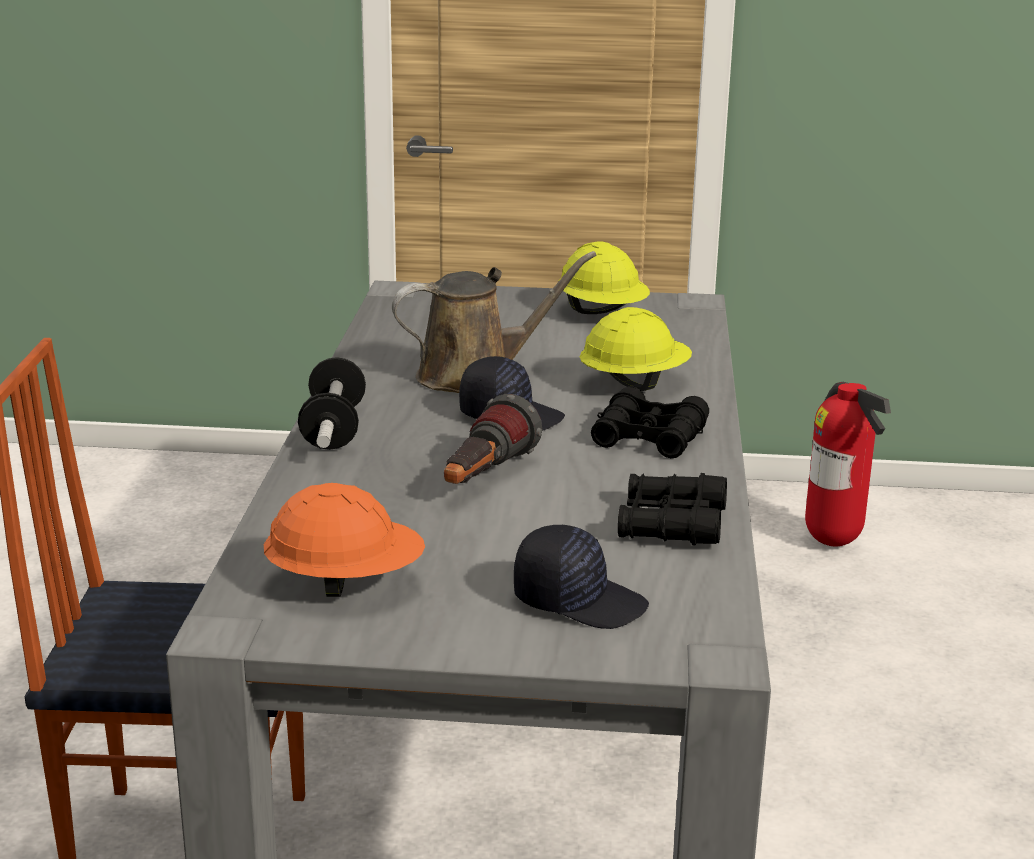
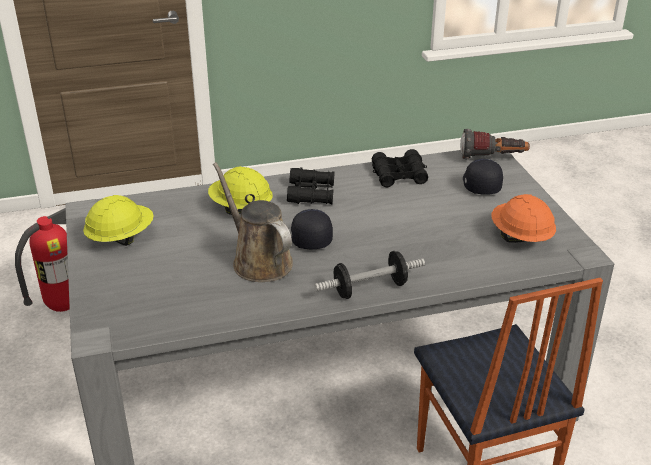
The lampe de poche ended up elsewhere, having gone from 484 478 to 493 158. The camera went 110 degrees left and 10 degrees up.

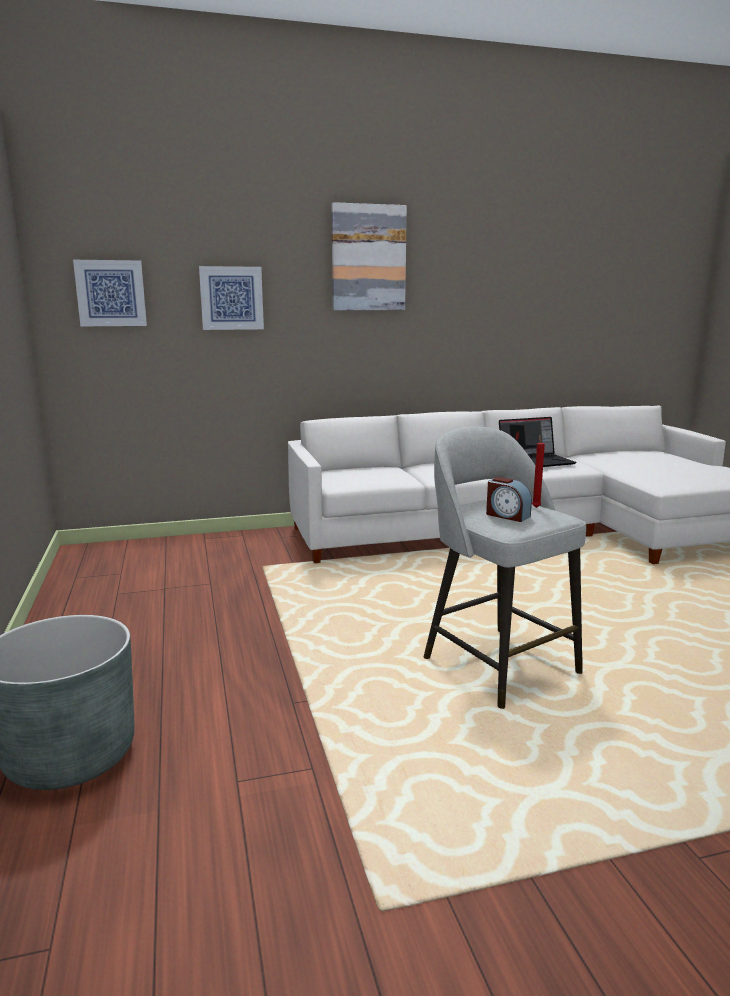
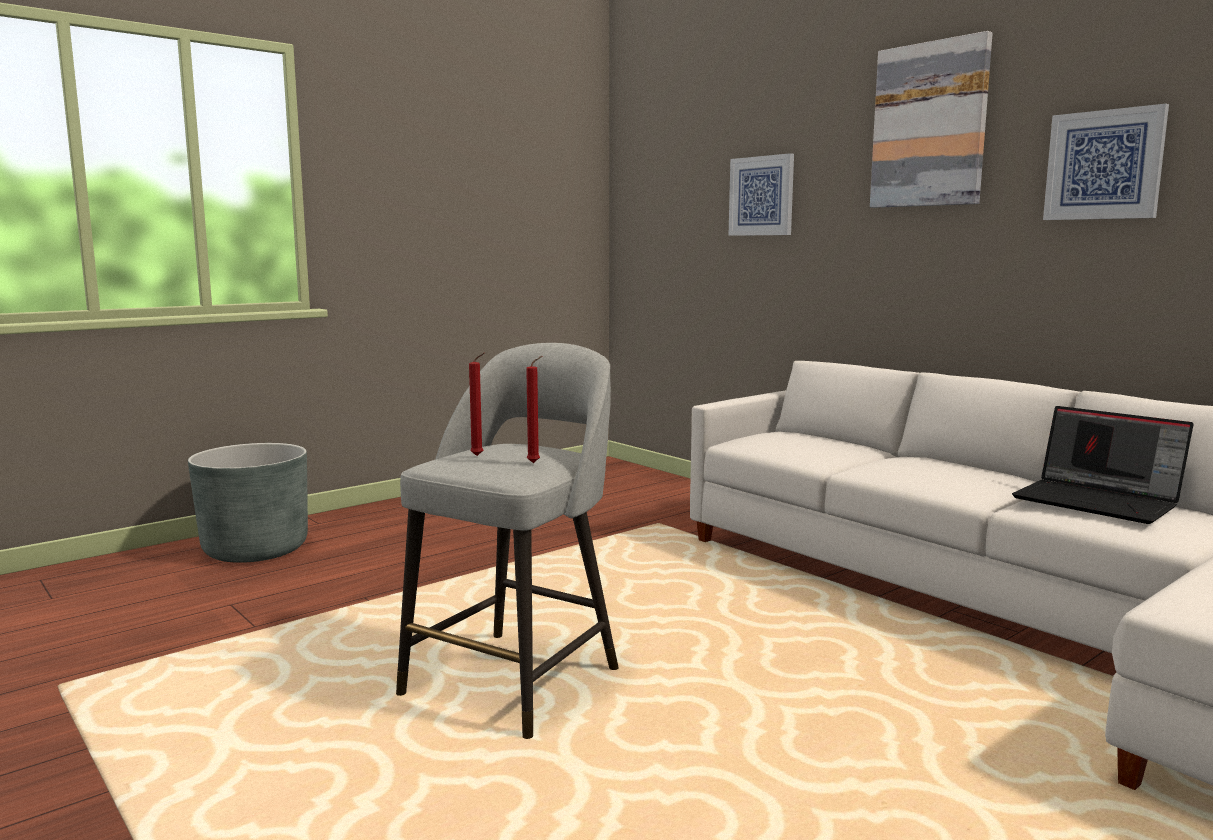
The tableau ended up elsewhere, having gone from 111 293 to 1104 165. Where the réveil stood at 507 515, the bougie (rouge) came to stand at 479 456. The camera went 65 degrees right and 5 degrees down.

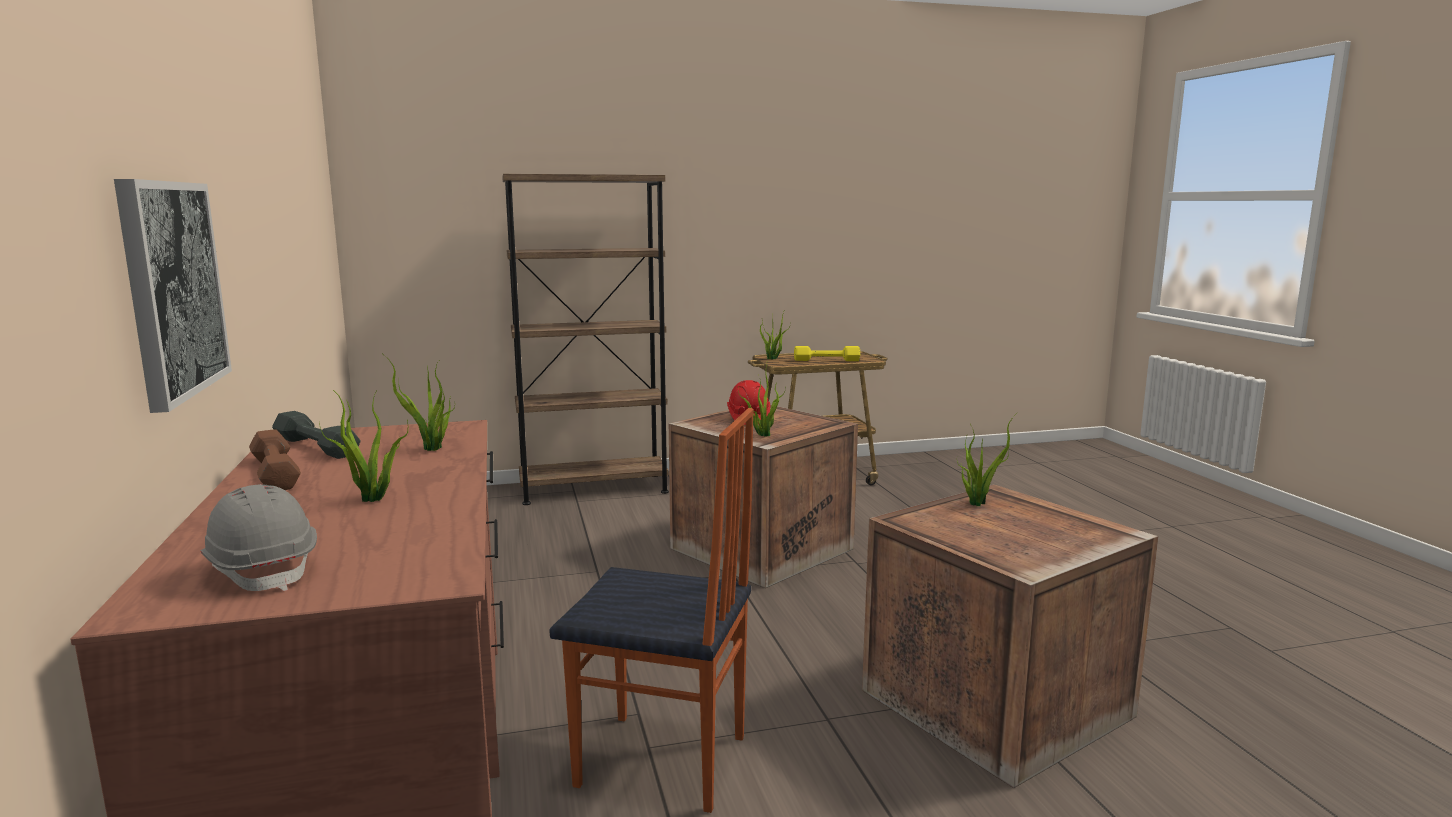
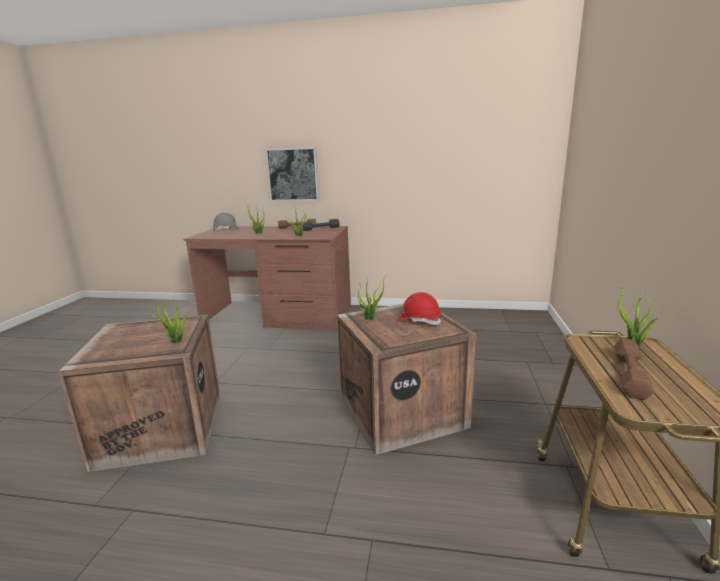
The second view lost the bibliothèque (marron) at 593 489. The second view lost the chaise at 662 763. What was the haltère (jaune) at 826 360 turned into the haltère (marron) at 629 375. The camera went 115 degrees right and 5 degrees up.

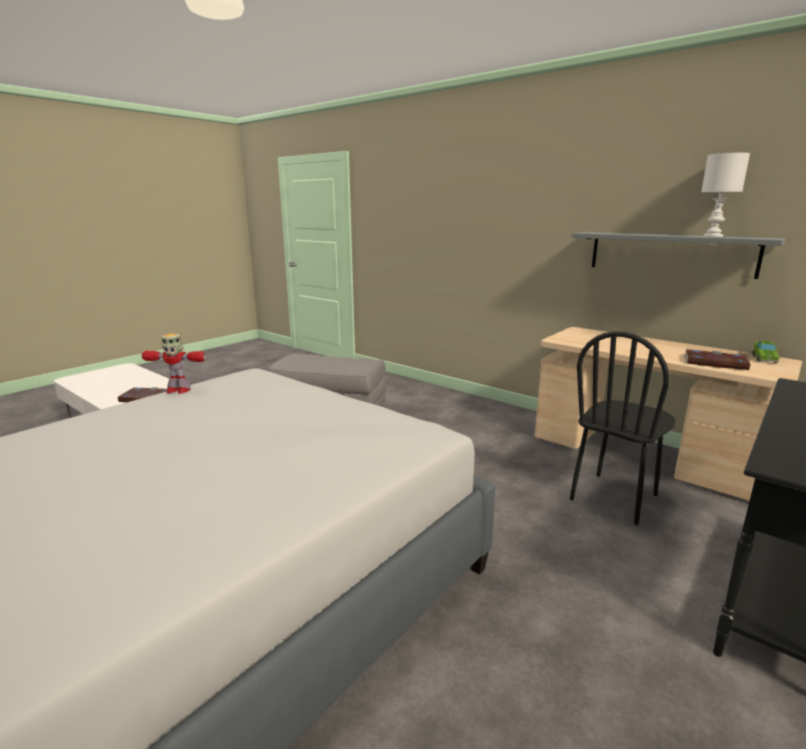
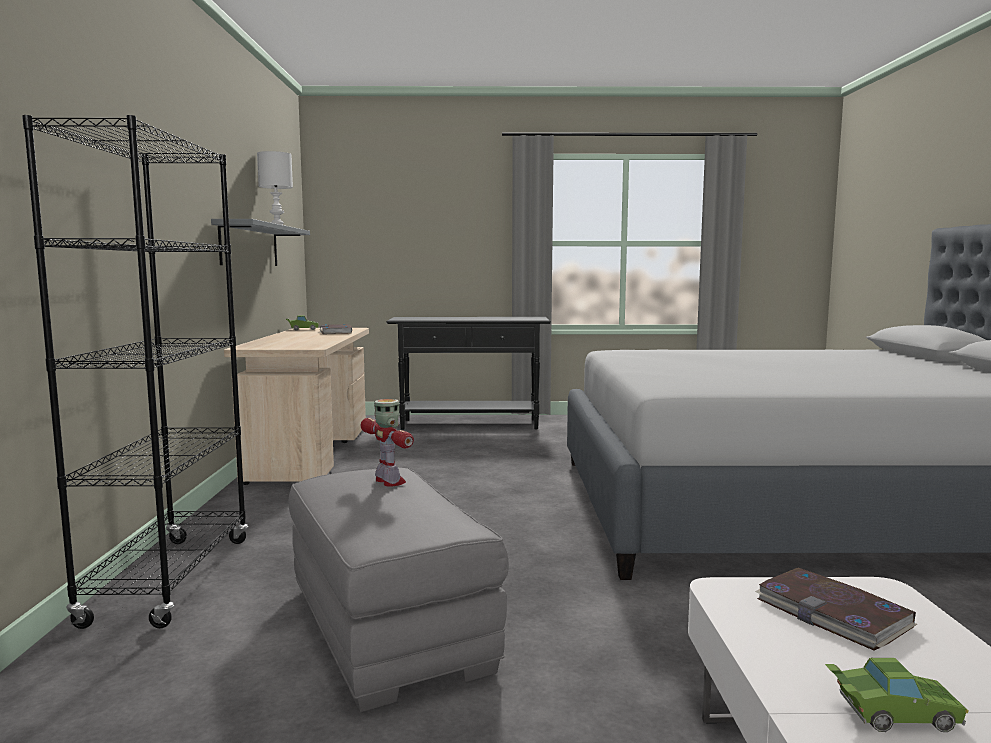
The second view lost the chaise (noir) at 614 497. The second view gained the bibliothèque (noir) at 170 580. The second view gained the petite voiture (vert) at 891 715. The robot jouet ended up elsewhere, having gone from 178 390 to 389 482. The camera went 130 degrees left and 10 degrees down.

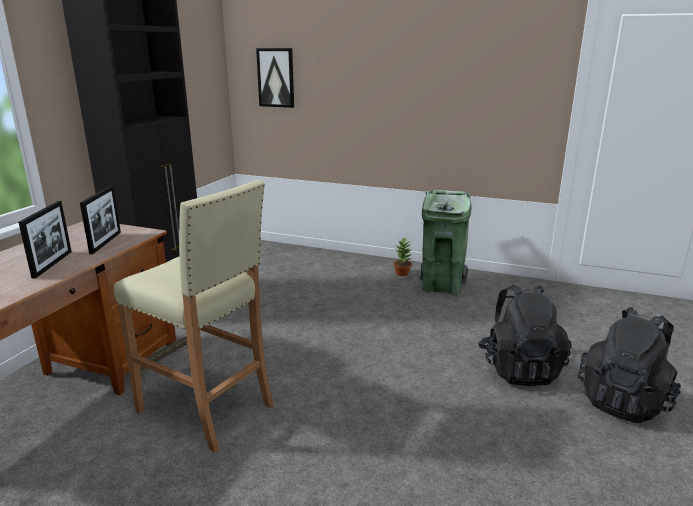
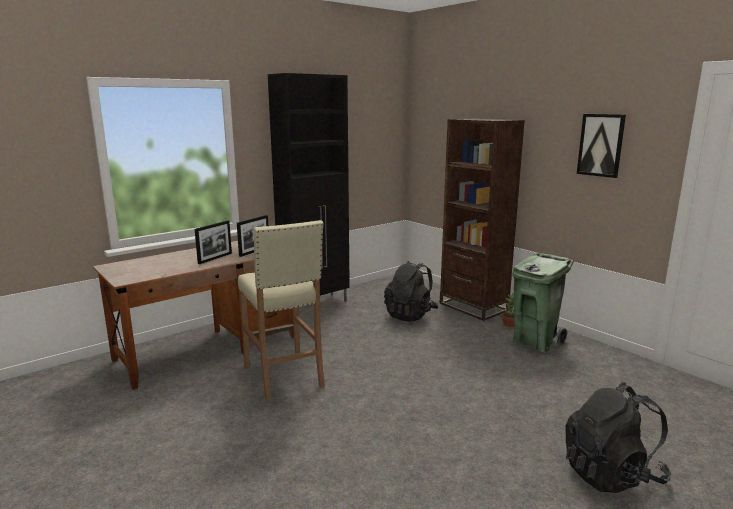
The second view gained the bibliothèque (marron) at 473 307. The tableau ended up elsewhere, having gone from 276 77 to 601 145. The sac à dos (noir) ended up elsewhere, having gone from 519 369 to 410 315. The camera went 30 degrees right and 5 degrees down.

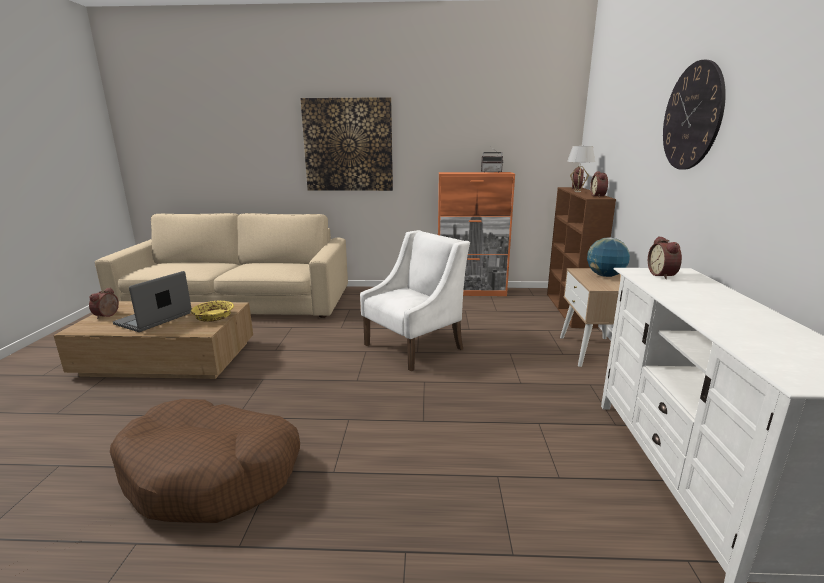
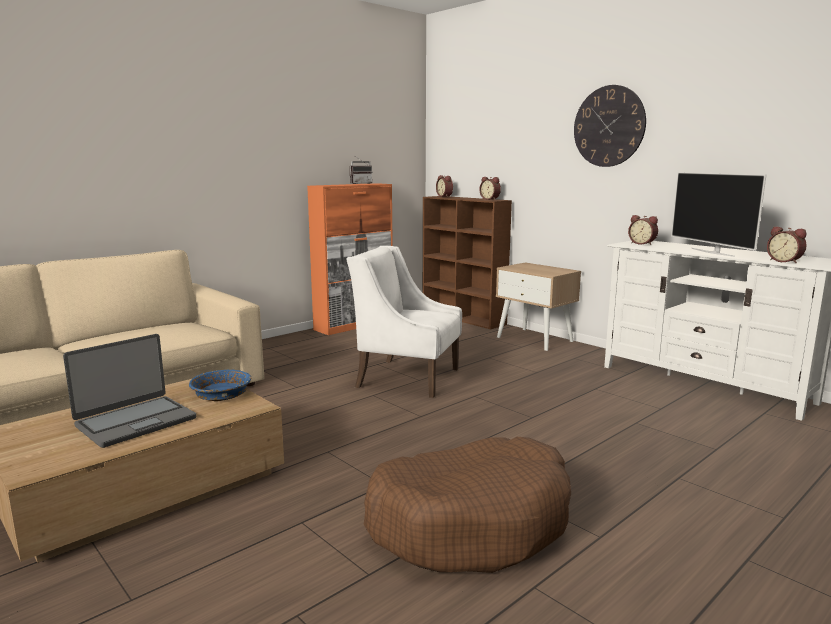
The second view lost the tableau at 348 145. The second view lost the lampe de table (blanc) at 577 191. The second view lost the globe at 605 276. The second view gained the téléviseur at 713 252. The réveil ended up elsewhere, having gone from 108 315 to 785 261. What was the bol (jaune) at 213 317 turned into the bol (bleu) at 221 395. The ordinateur portable at 154 319 ended up facing another way, 120 degrees counterclockwise from before. The fauteuil (blanc) at 414 346 ended up facing another way, 75 degrees counterclockwise from before. The camera went 45 degrees left and 5 degrees down.

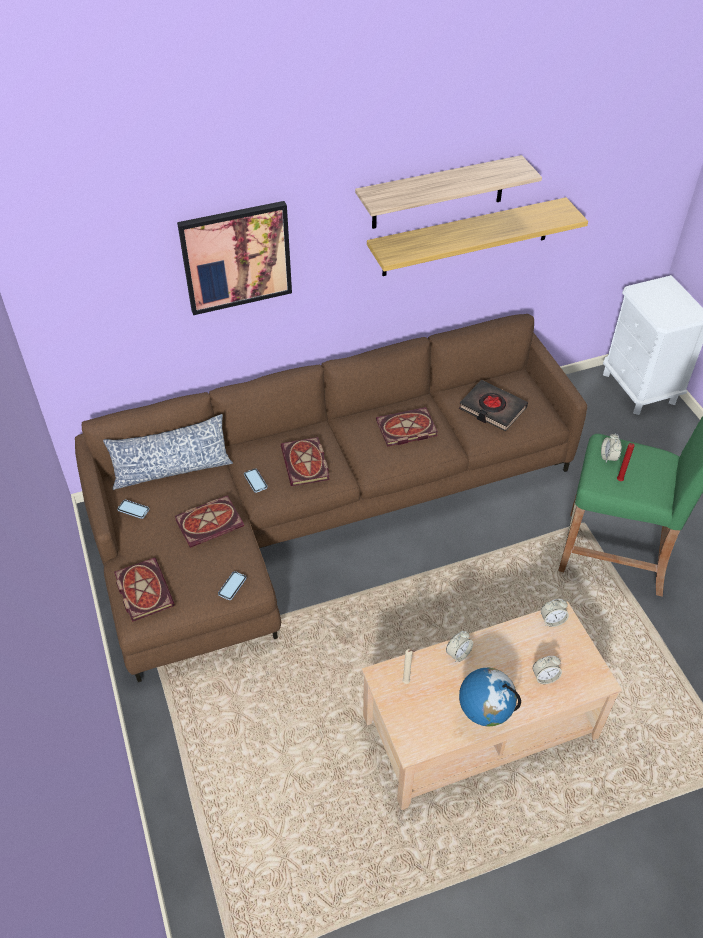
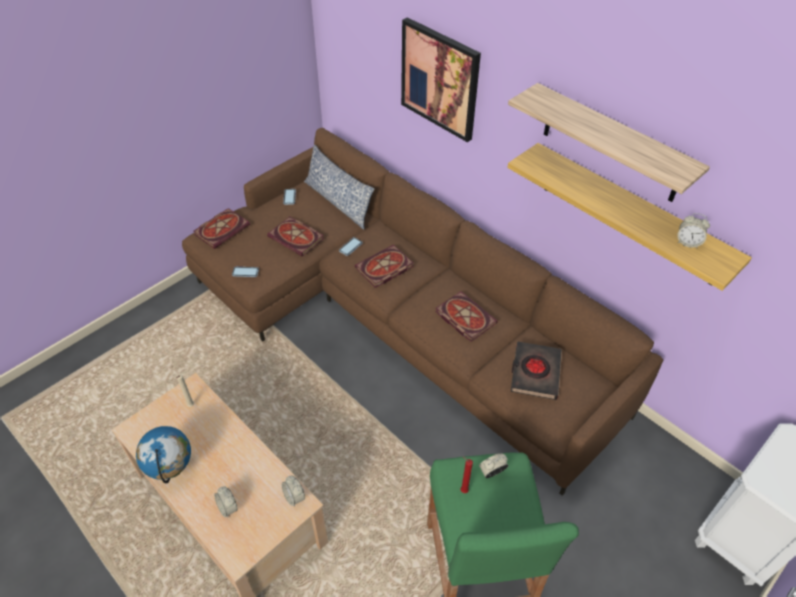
The réveil ended up elsewhere, having gone from 458 654 to 687 242. The camera went 65 degrees right and 0 degrees up.

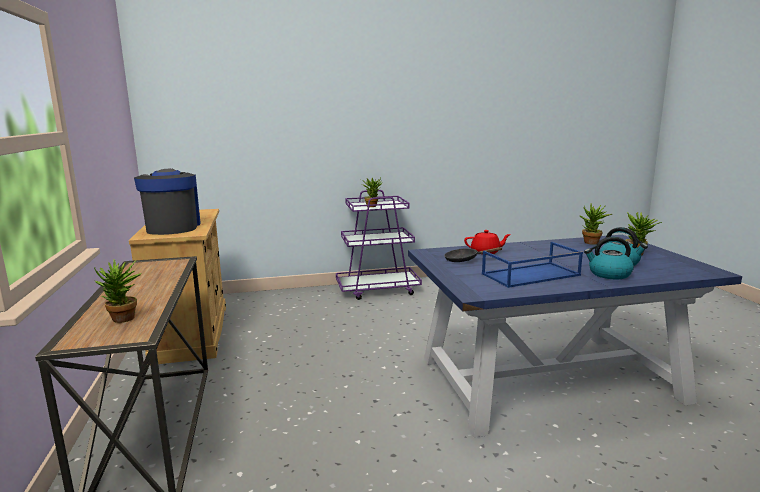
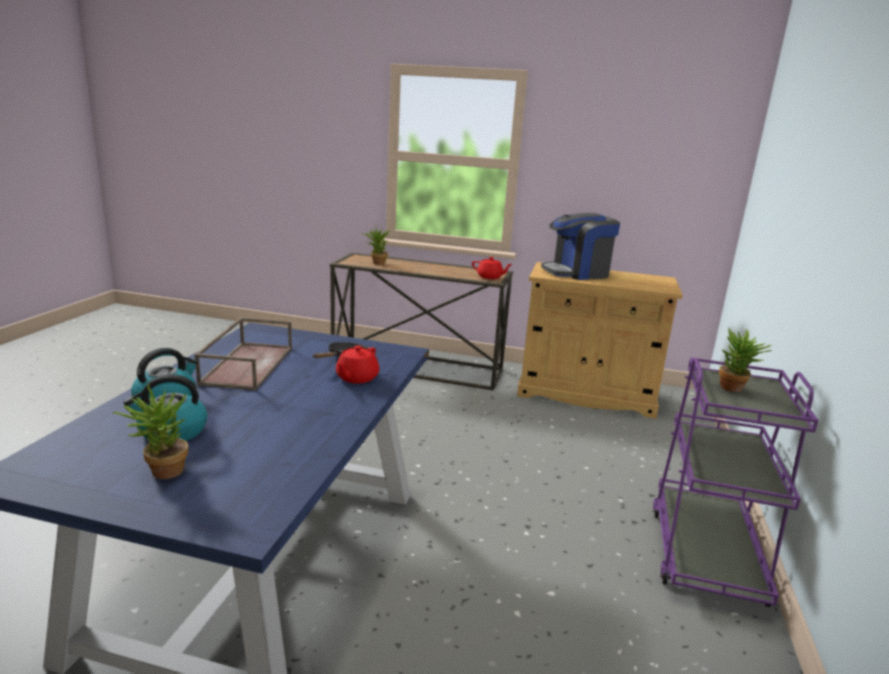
The second view lost the plante en pot at 592 243. The second view gained the théière (rouge) at 490 277. What was the plateau (bleu) at 530 275 turned into the plateau (marron) at 247 364. The machine à café at 172 227 ended up facing another way, 150 degrees clockwise from before. The camera went 115 degrees right and 5 degrees up.

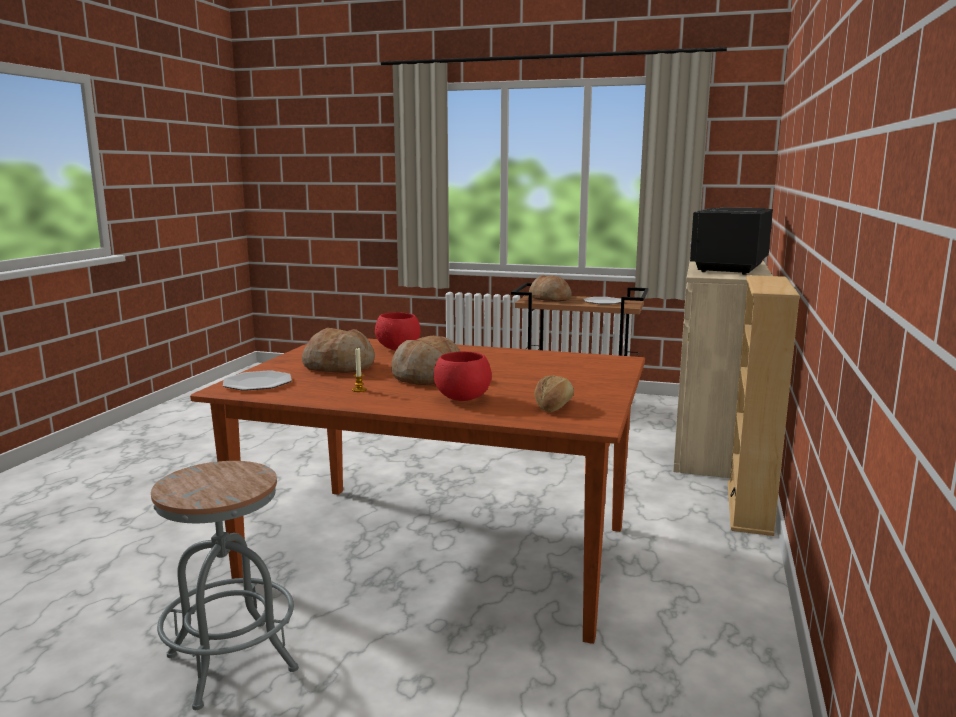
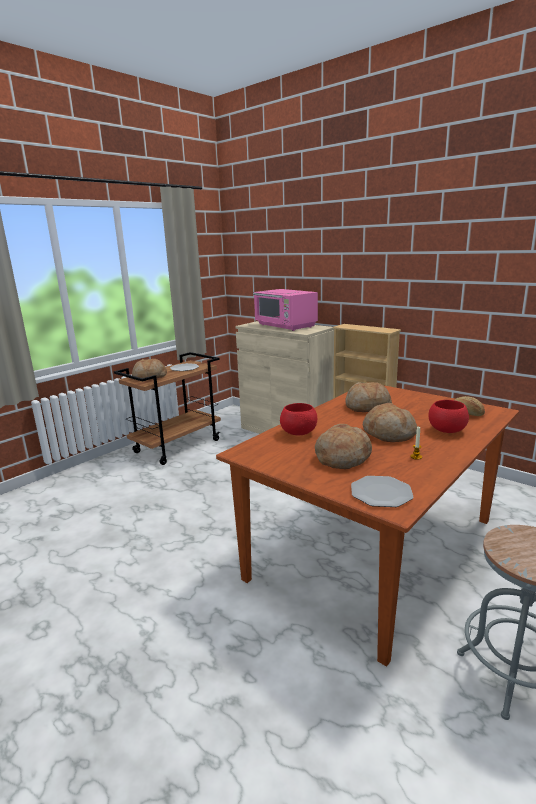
The second view gained the pain at 367 407. What was the micro-ondes (noir) at 728 268 turned into the micro-ondes (rose) at 285 326. The camera went 65 degrees left and 5 degrees up.

